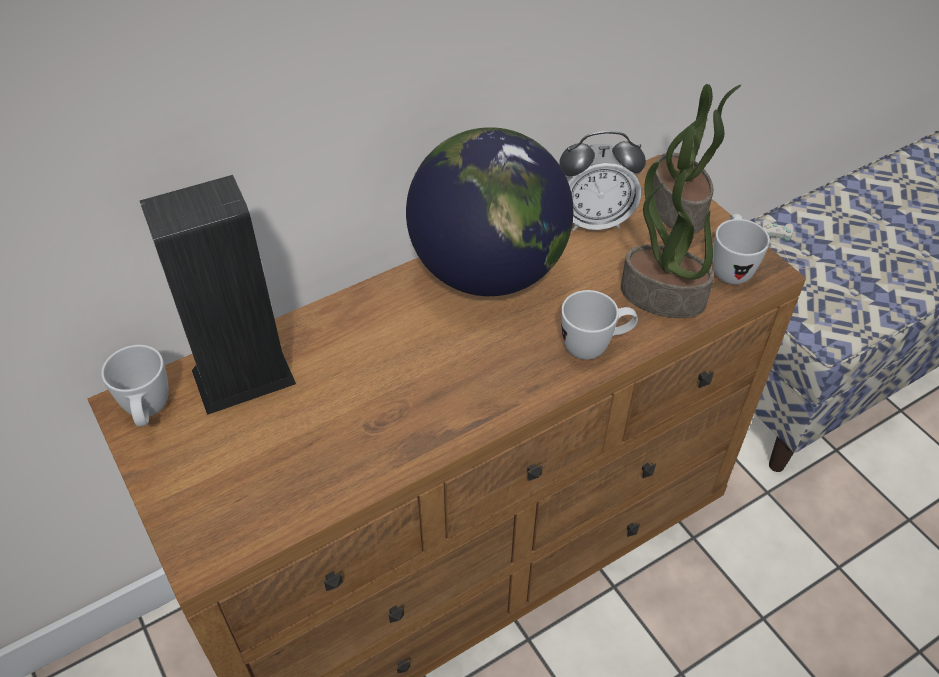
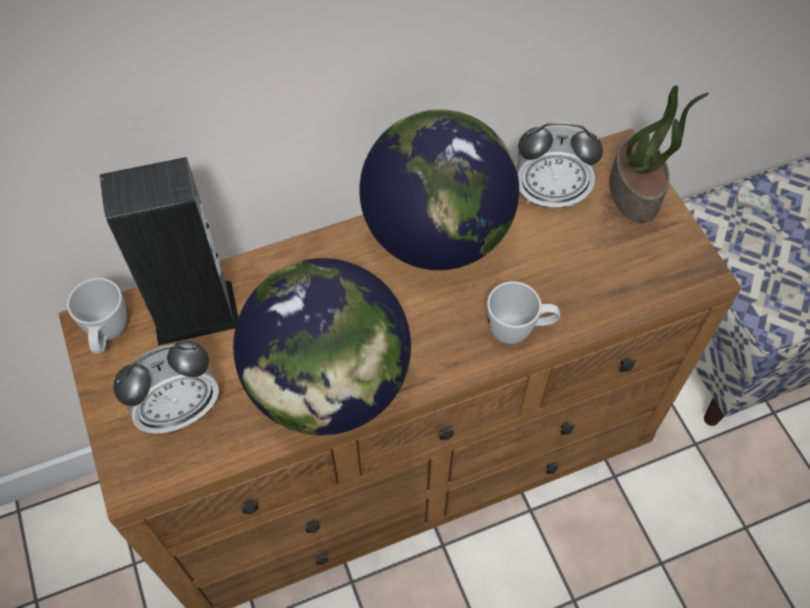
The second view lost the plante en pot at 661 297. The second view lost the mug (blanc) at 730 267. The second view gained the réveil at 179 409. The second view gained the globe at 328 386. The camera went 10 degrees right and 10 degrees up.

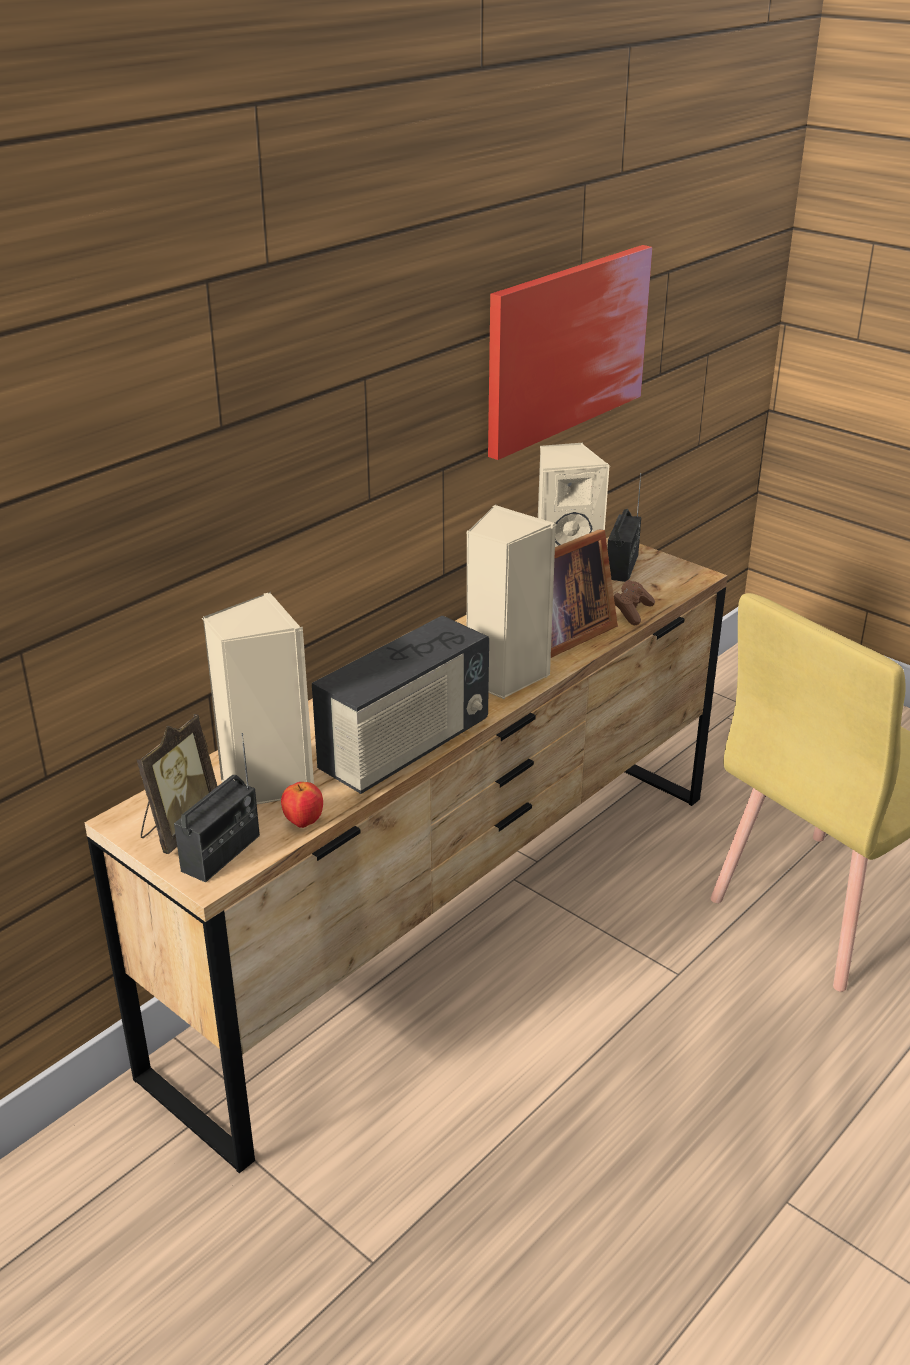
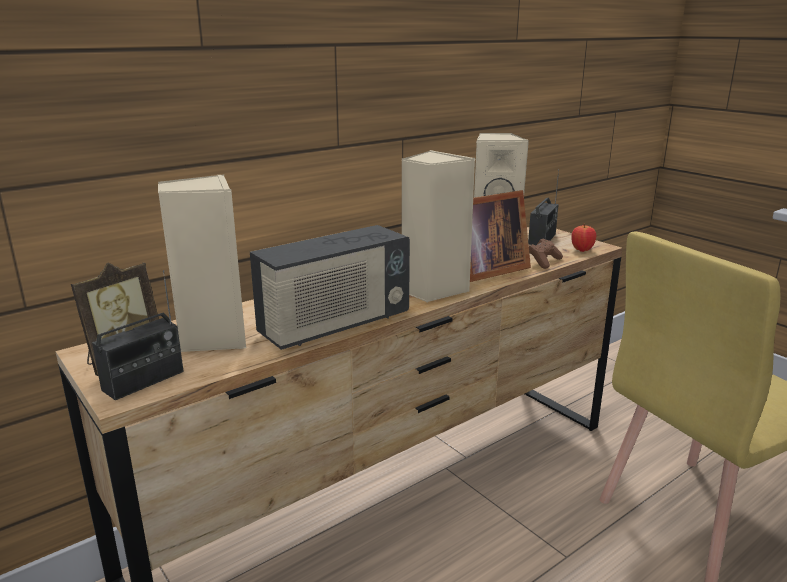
The second view lost the tableau at 566 348. The pomme ended up elsewhere, having gone from 303 822 to 582 250. The camera went 10 degrees right and 10 degrees down.

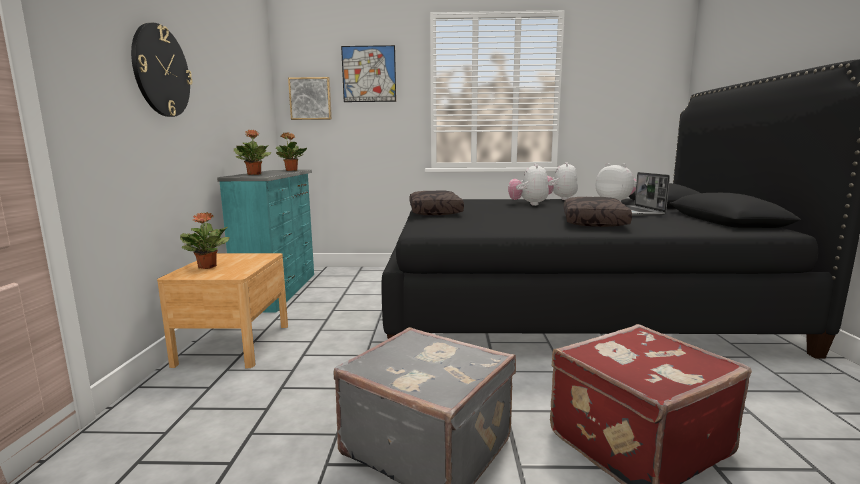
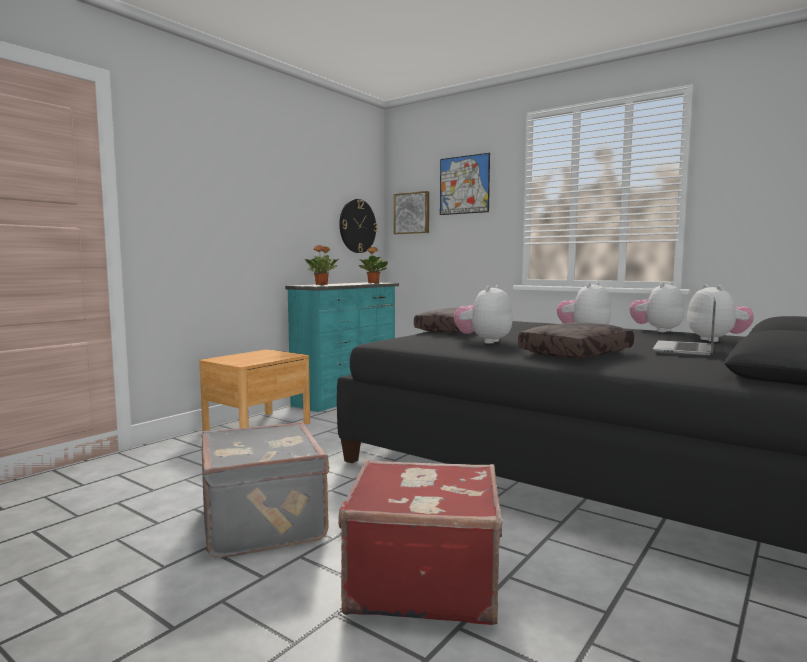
The second view lost the plante en pot at 208 267. The second view gained the peluche at 484 341. The horloge murale ended up elsewhere, having gone from 161 71 to 357 226. The camera went 35 degrees right and 5 degrees down.

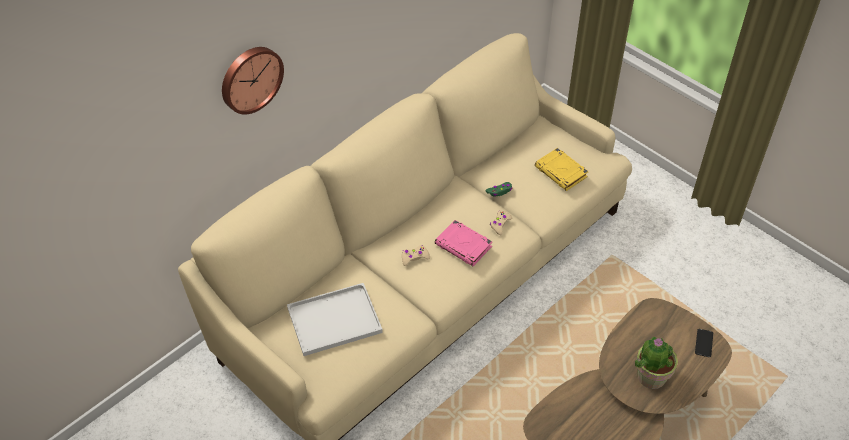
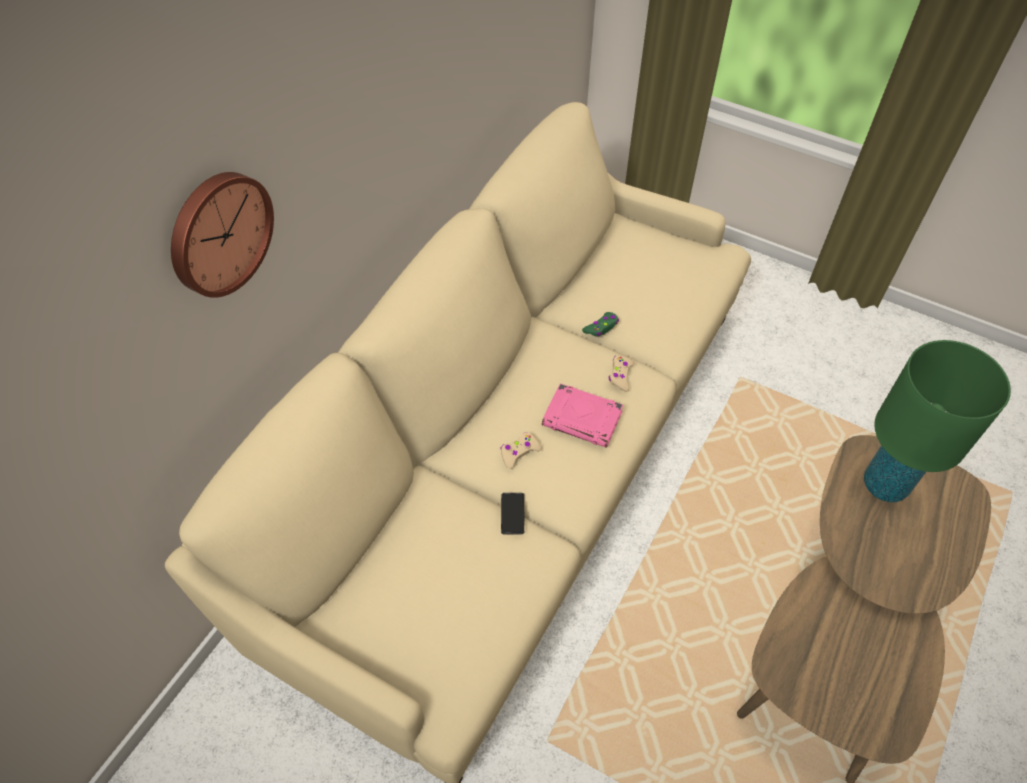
The second view lost the plateau (blanc) at 336 319. The second view lost the livre (jaune) at 561 172. The second view lost the plante en pot at 651 376. The second view gained the lampe de table (vert) at 884 484. The téléphone ended up elsewhere, having gone from 704 343 to 512 513. The camera went 15 degrees left and 5 degrees up.

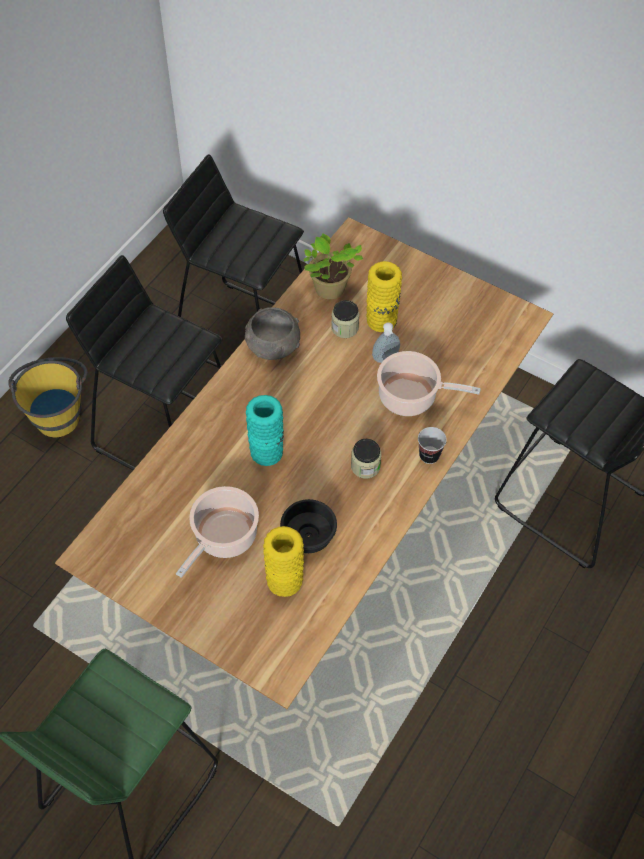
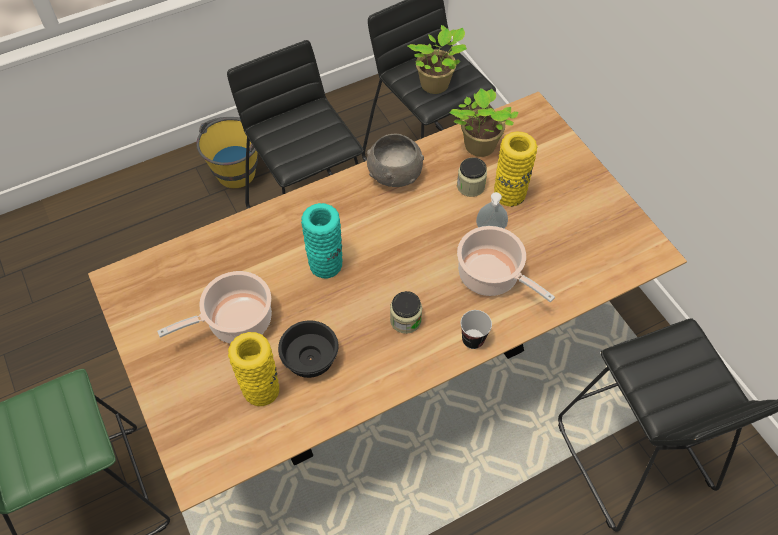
The second view gained the plante en pot at 436 85. The camera went 30 degrees right and 0 degrees up.

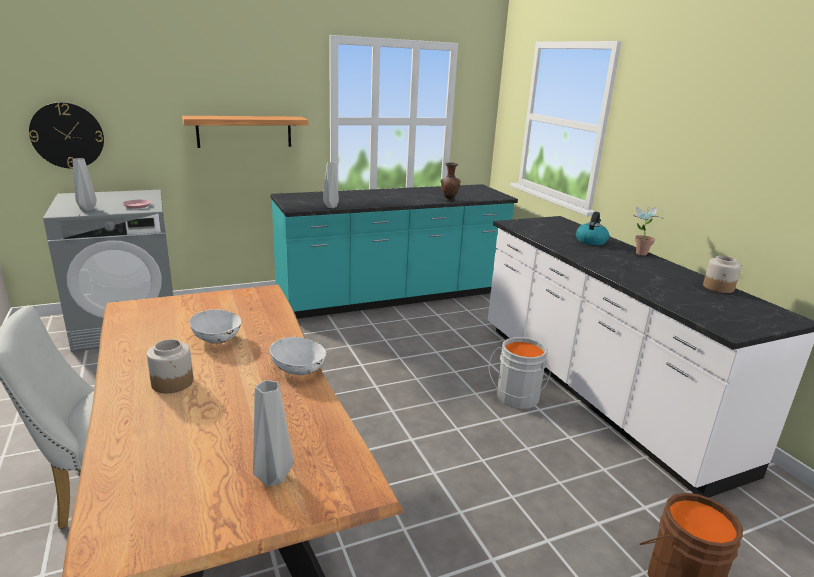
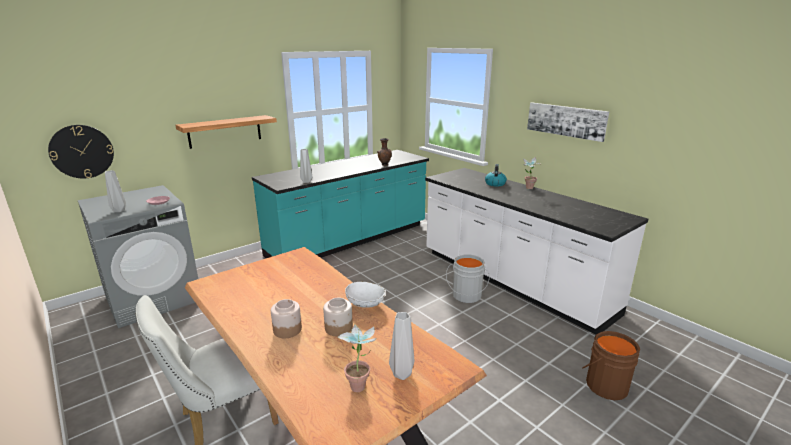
The second view lost the bol (blanc) at 218 339. The second view gained the plante en pot at 360 383. The second view gained the tableau at 566 120. The bocal ended up elsewhere, having gone from 718 288 to 339 328. The camera went 15 degrees left and 0 degrees up.

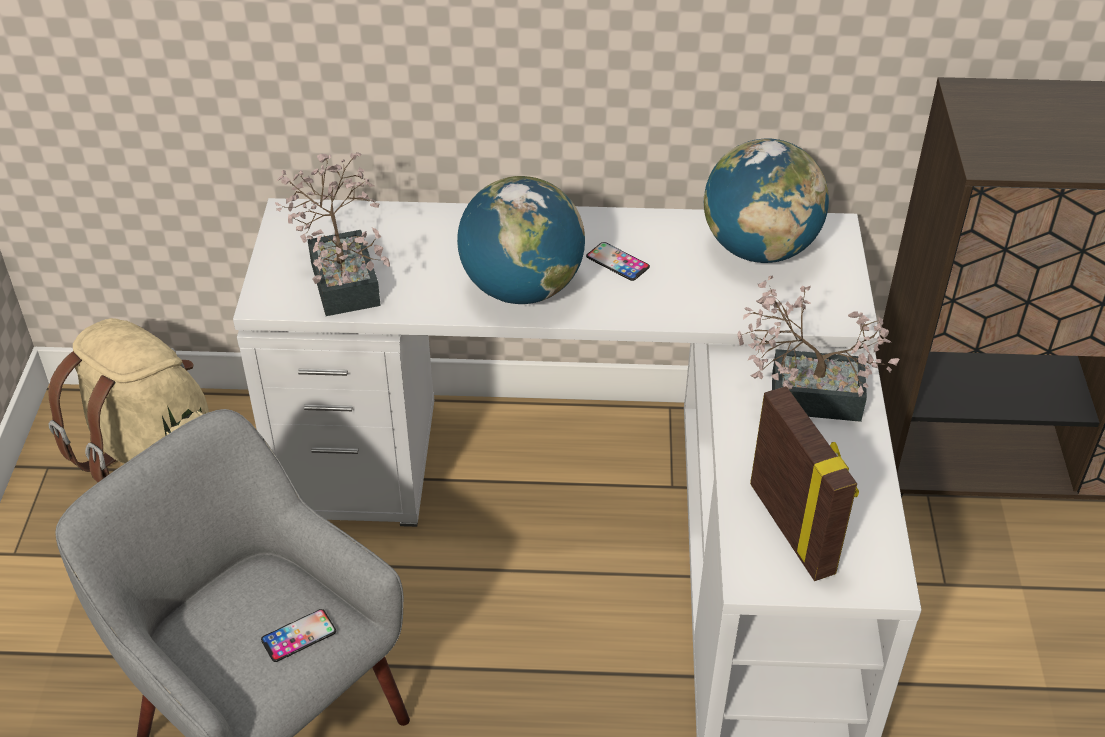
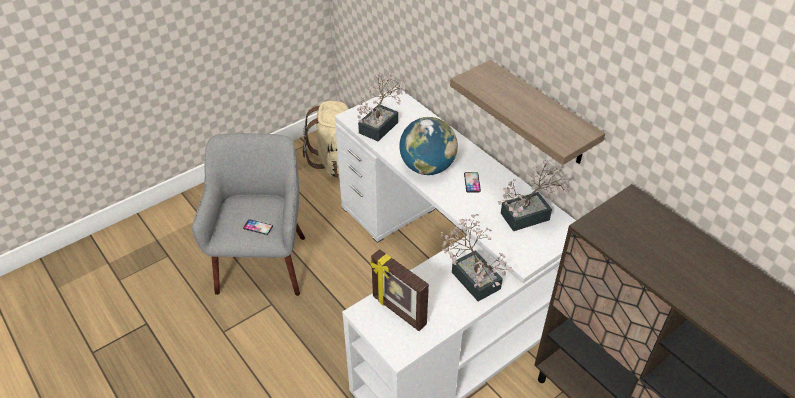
The second view gained the étagère at 540 114. Where the globe stood at 759 248, the plante en pot came to stand at 530 215. The cadre photo at 793 528 ended up facing another way, 105 degrees clockwise from before. The camera went 50 degrees right and 0 degrees up.

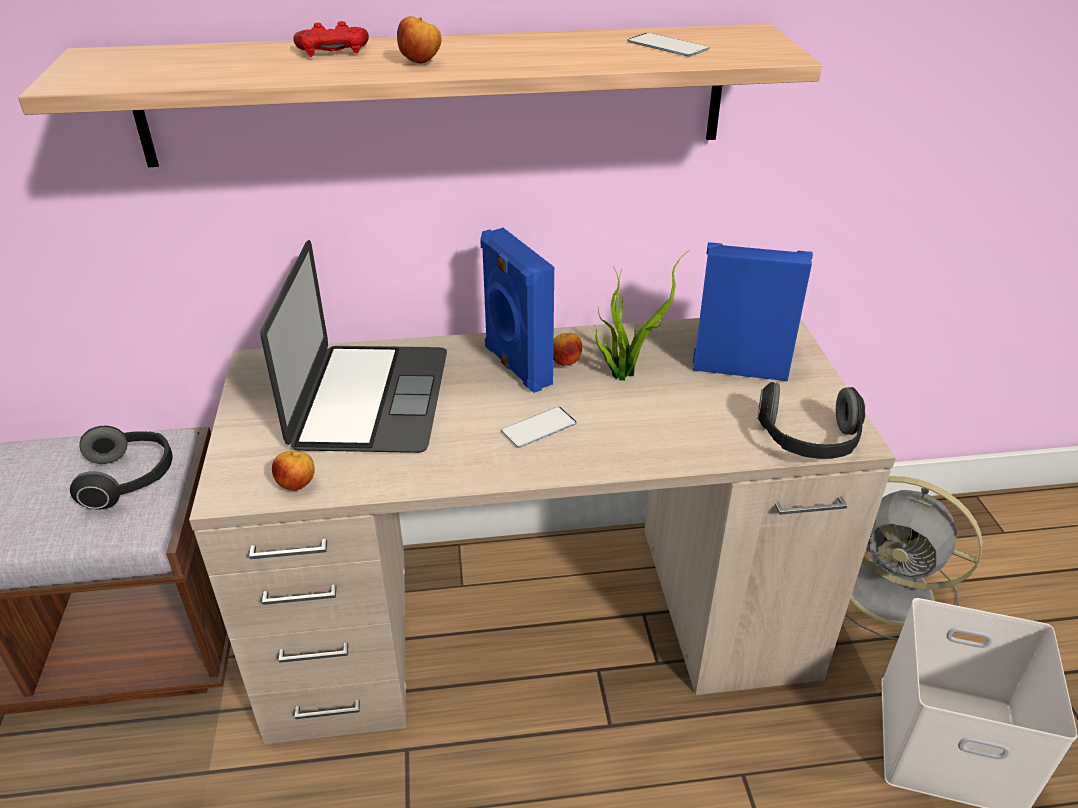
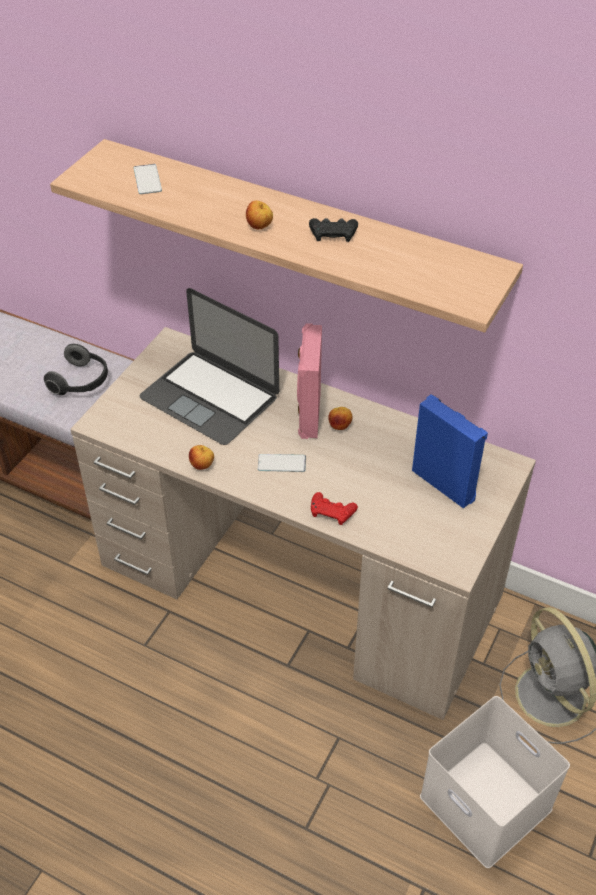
The second view lost the plante en pot at 624 372. The second view lost the casque audio at 808 442. The second view gained the manette (noir) at 333 234. The pomme ended up elsewhere, having gone from 297 485 to 202 466. The manette (rouge) ended up elsewhere, having gone from 333 51 to 332 512. The téléphone ended up elsewhere, having gone from 667 45 to 147 179. What was the enceinte (bleu) at 515 366 turned into the enceinte (rose) at 308 414. The ordinateur portable at 370 398 ended up facing another way, 90 degrees clockwise from before. The camera went 35 degrees right and 10 degrees up.

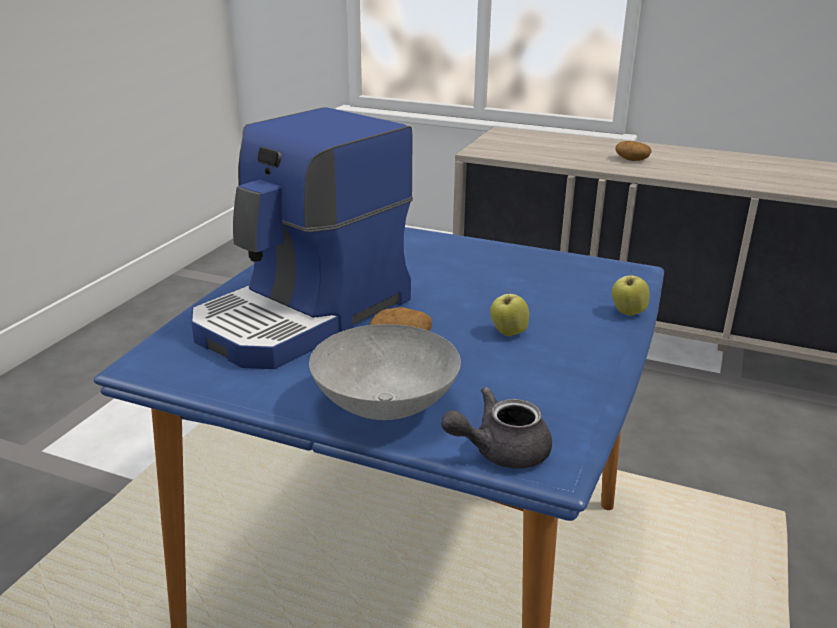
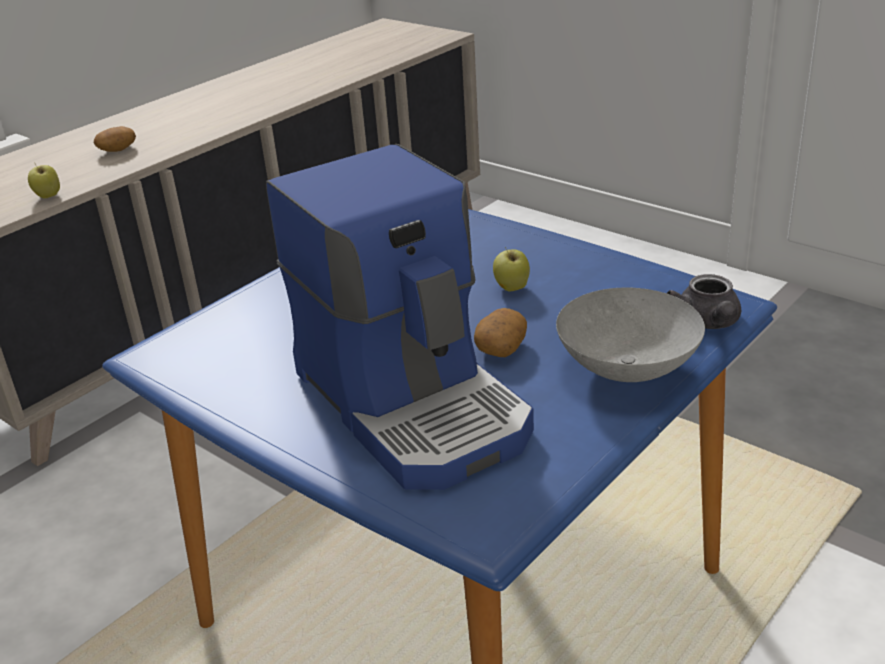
The pomme ended up elsewhere, having gone from 627 313 to 48 196. The camera went 70 degrees left and 5 degrees up.

